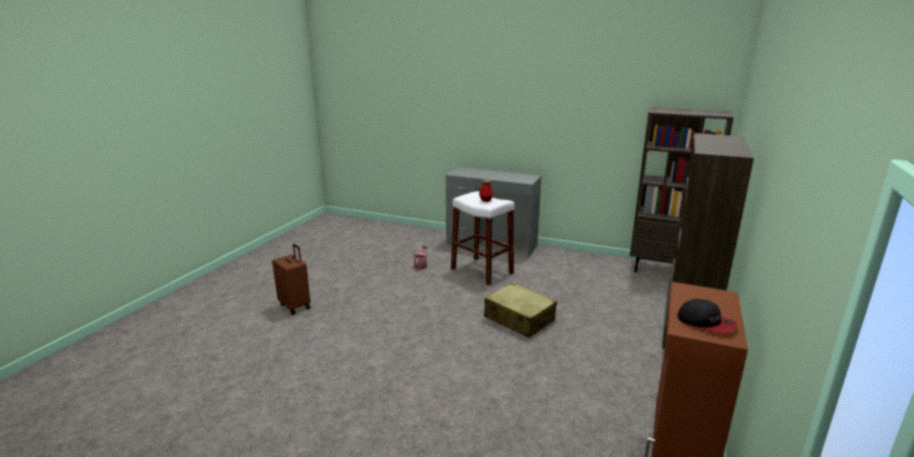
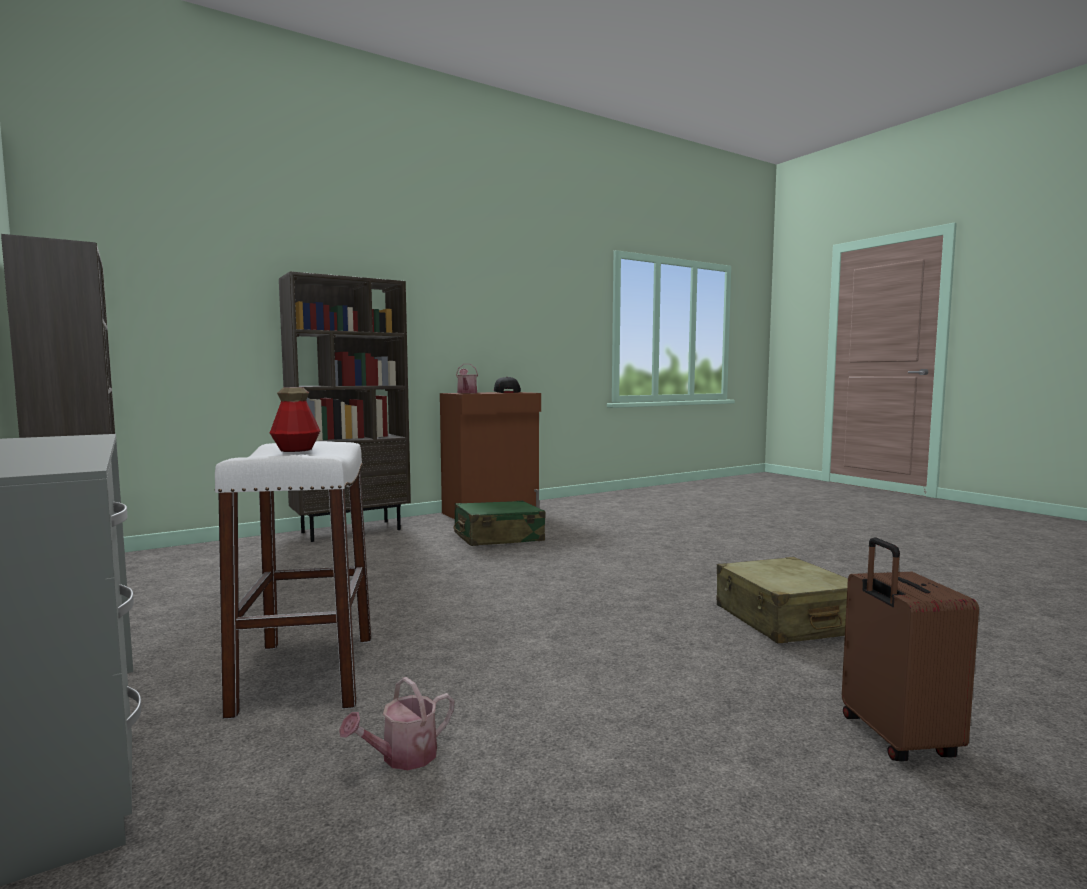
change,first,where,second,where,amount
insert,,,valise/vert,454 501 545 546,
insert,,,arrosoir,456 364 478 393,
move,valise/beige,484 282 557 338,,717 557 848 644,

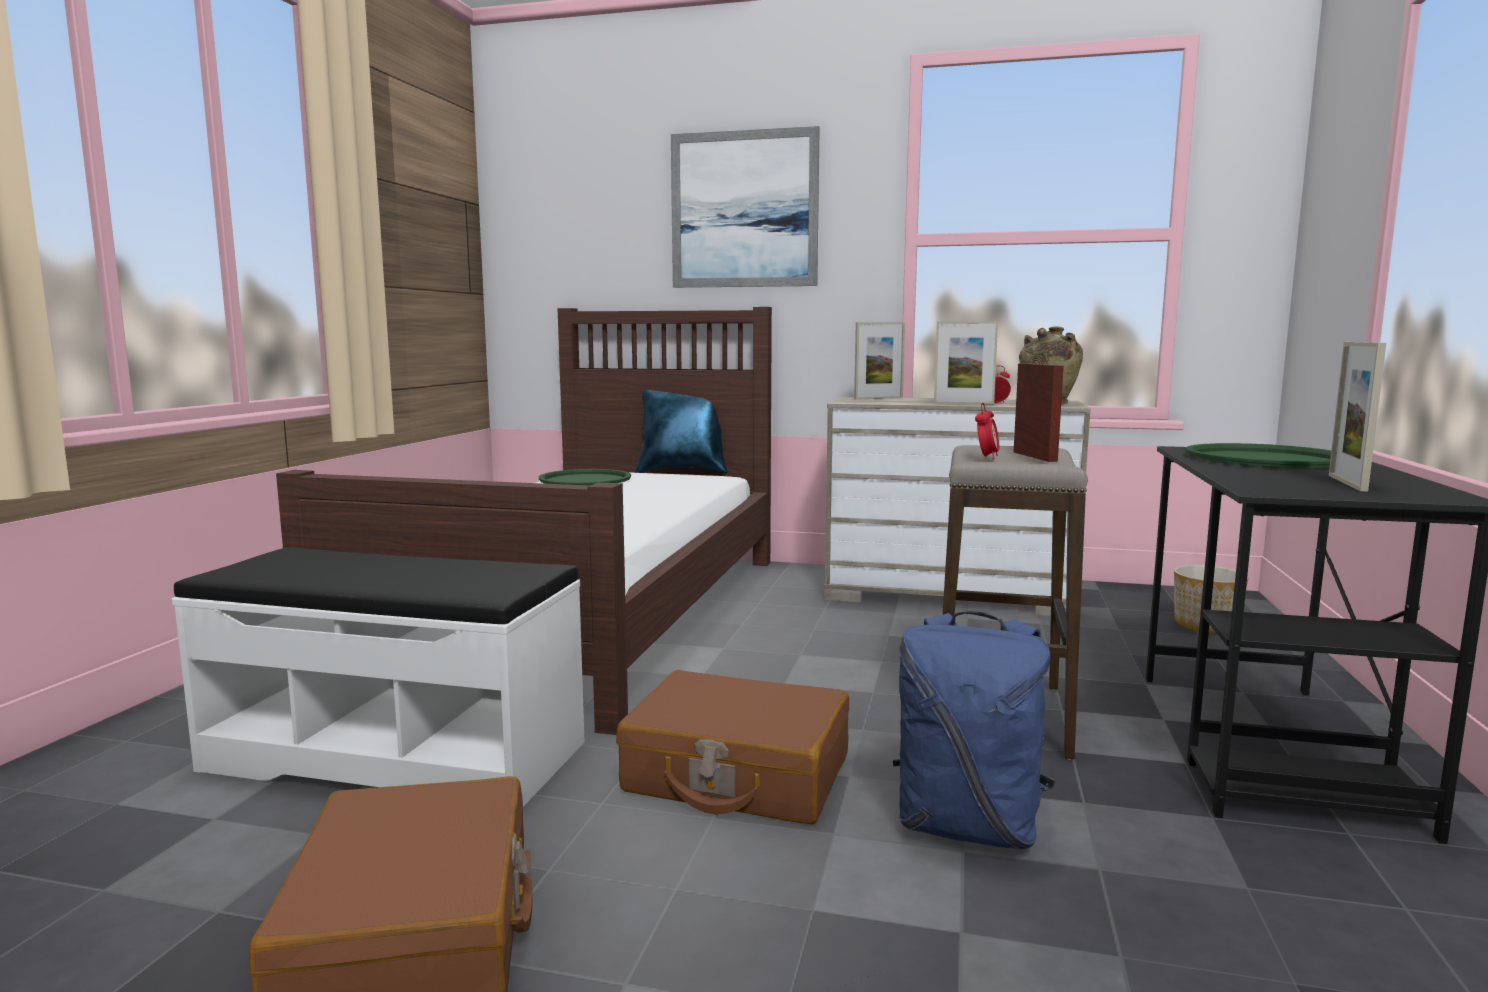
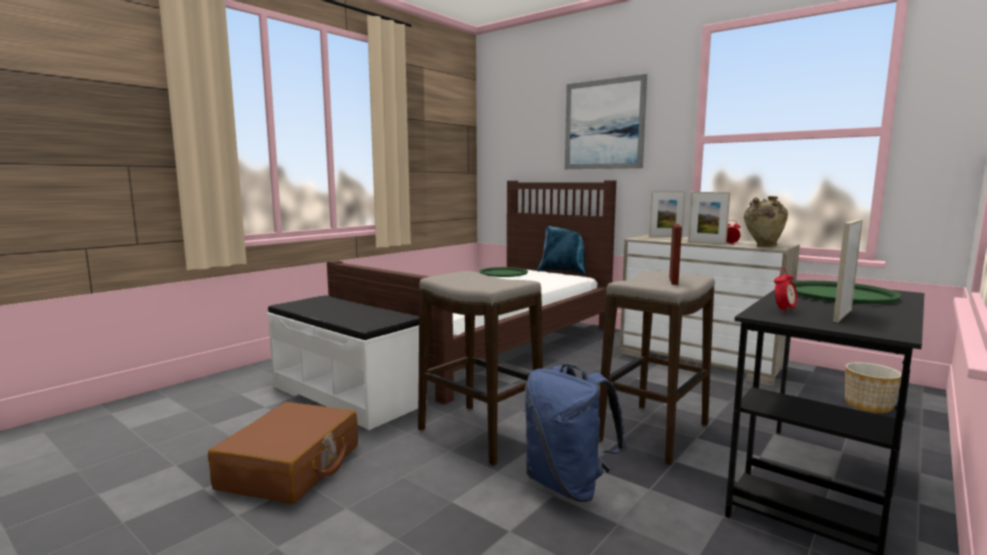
change,first,where,second,where,amount
replace,valise/marron,616 670 849 824,tabouret,418 271 543 466,
move,réveil,975 402 999 459,,774 268 797 313,

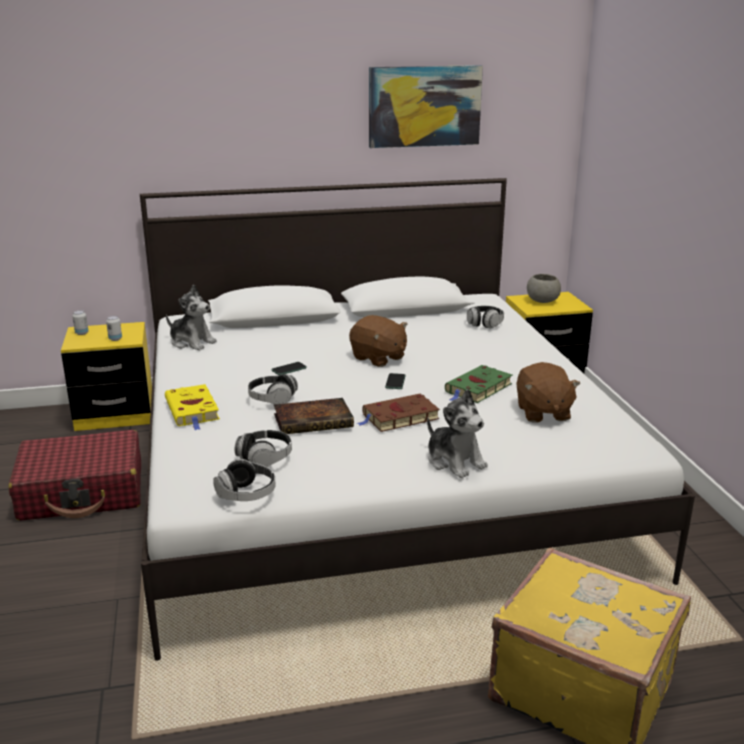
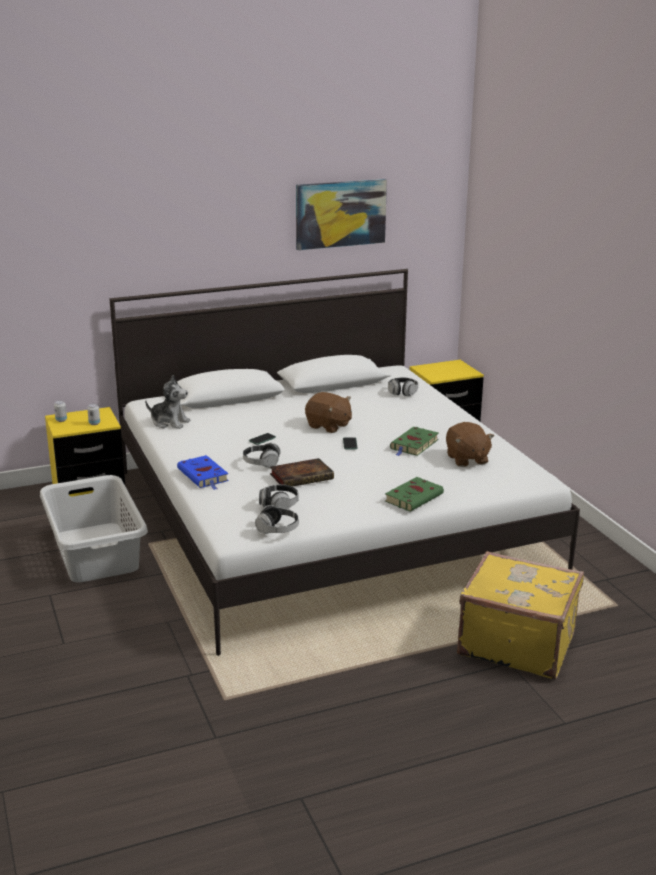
change,first,where,second,where,amount
replace,valise/rouge,8 430 141 521,panier à linge/gris,40 475 148 583,
recolor,livre/jaune,165 384 220 430,livre/bleu,177 455 229 490,
replace,peluche,427 389 488 478,livre/vert,385 477 444 512,
delete,livre/marron,357 393 440 432,,,
delete,bol/gris,527 274 561 303,,,

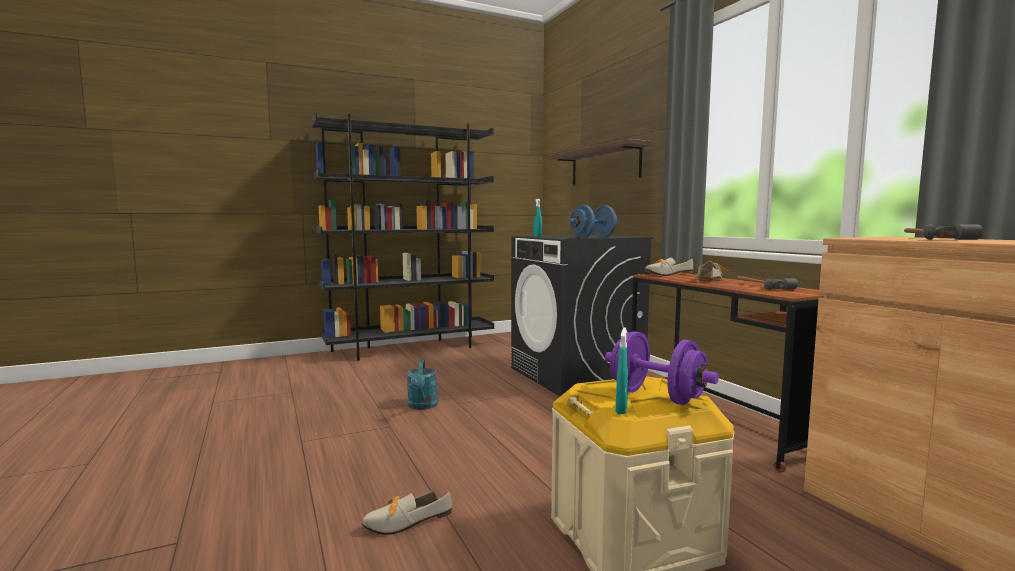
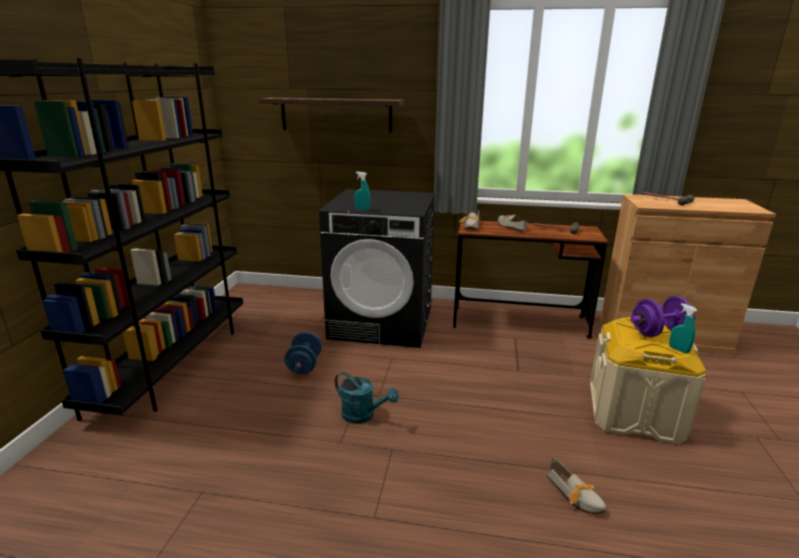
change,first,where,second,where,amount
move,haltère/bleu,568 205 617 238,,285 332 322 374,
rotate,chaussure,362 491 453 535,,547 457 607 514,45 degrees counterclockwise

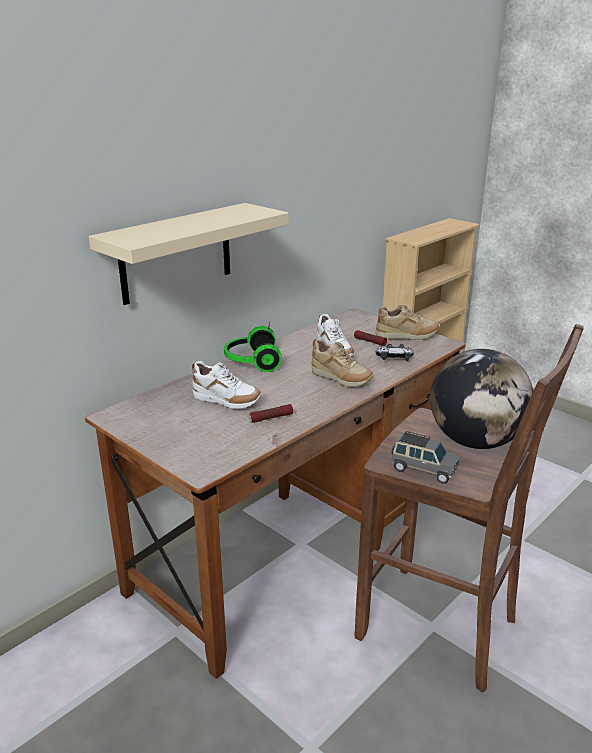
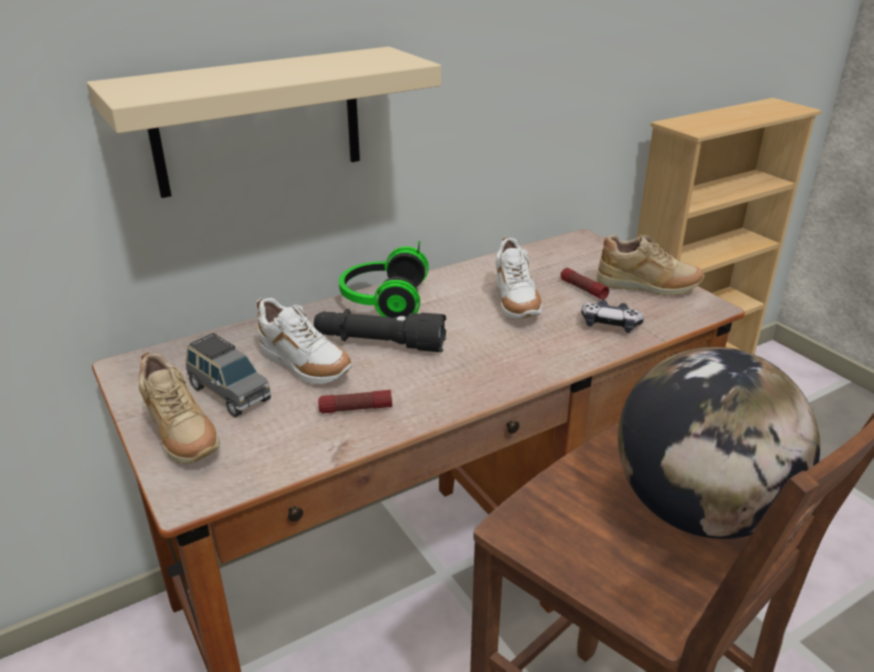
change,first,where,second,where,amount
move,chaussure/beige,311 339 373 387,,139 352 220 464,
move,petite voiture/gris,391 431 459 484,,186 333 271 417,
insert,,,lampe de poche/noir,314 309 446 352,

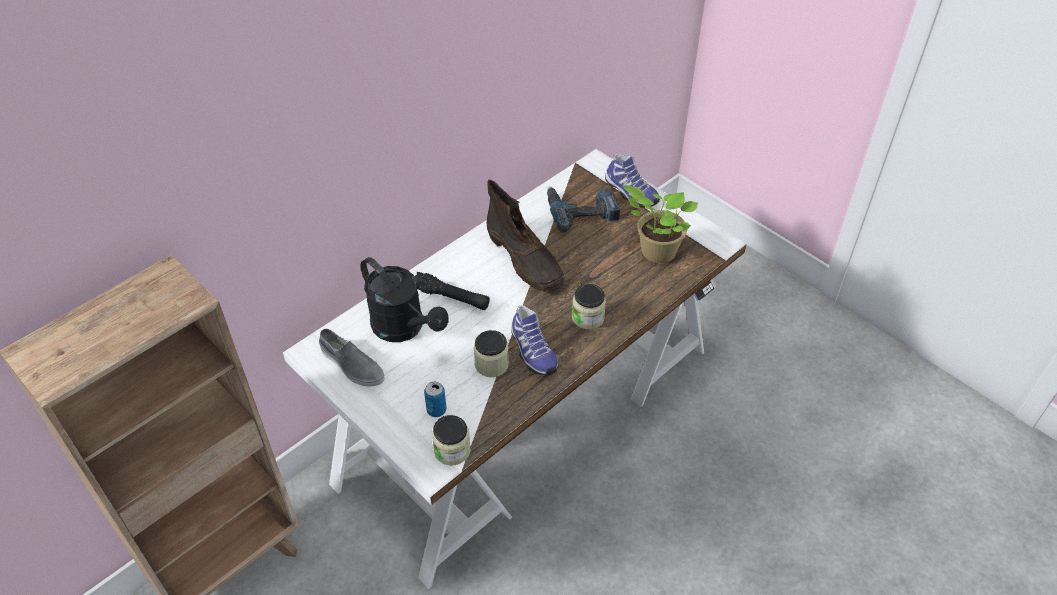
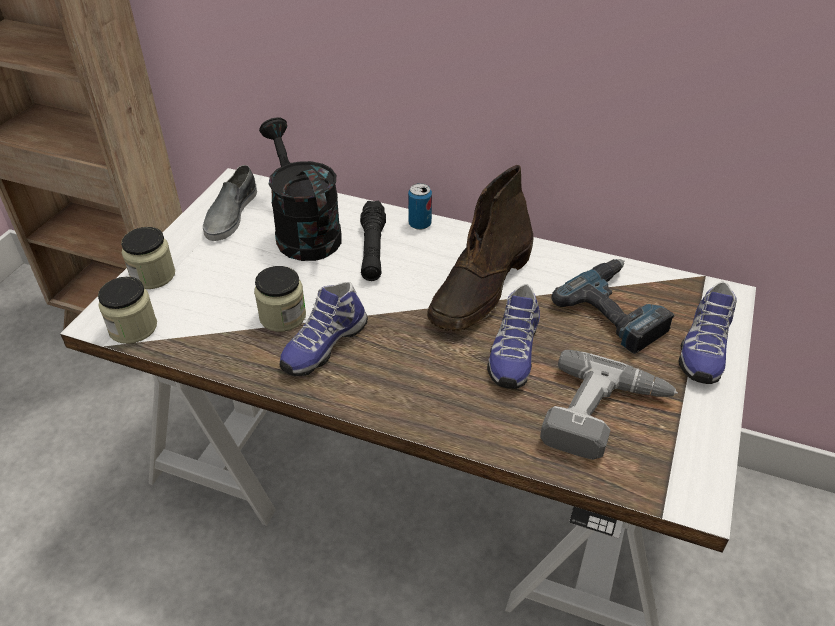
change,first,where,second,where,amount
move,bocal,572 284 606 329,,121 227 175 289,
rotate,arrosoir/noir,361 257 449 342,,259 118 342 261,135 degrees clockwise
move,boîte métallique,424 382 446 417,,408 183 432 230,
insert,,,chaussure,487 284 540 389,
replace,plante en pot,623 185 698 263,perceuse,540 350 678 460,

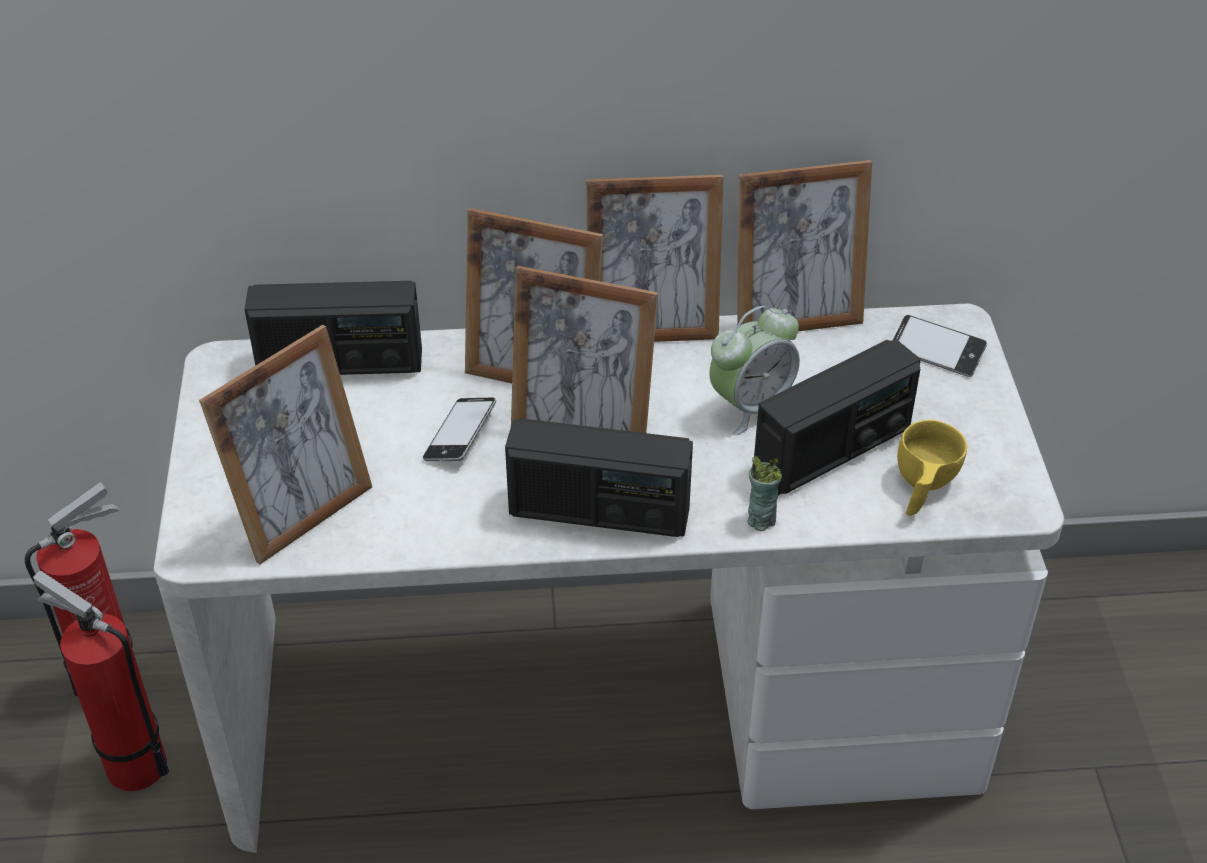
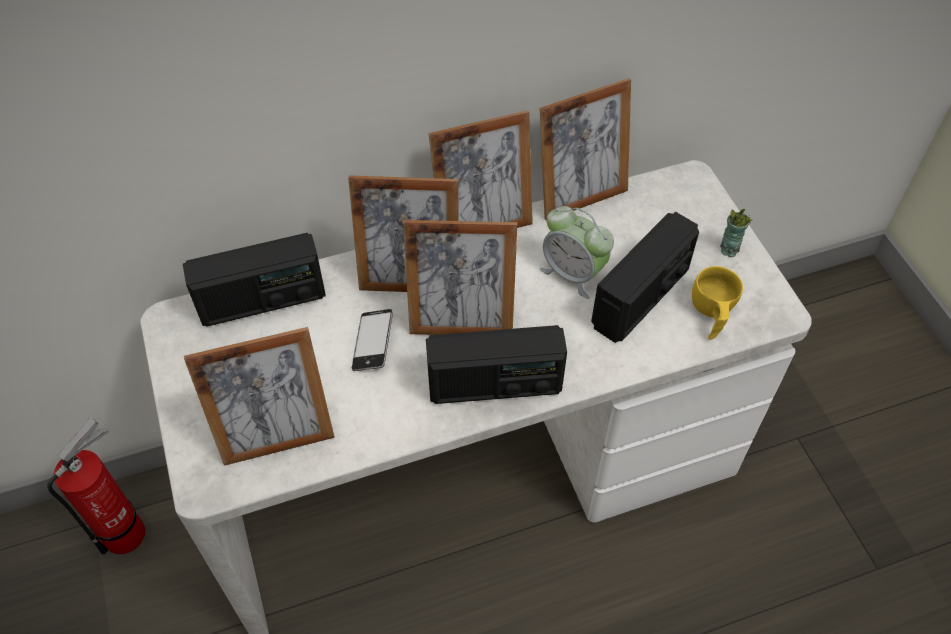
change,first,where,second,where,amount
rotate,cadre photo,199 325 372 564,,184 327 335 466,45 degrees clockwise
rotate,réveil,709 306 800 435,,540 206 614 299,90 degrees clockwise
move,tasse,747 456 782 531,,720 209 753 257,
delete,extincteur,33 571 169 791,,,
delete,téléphone,893 315 987 377,,,

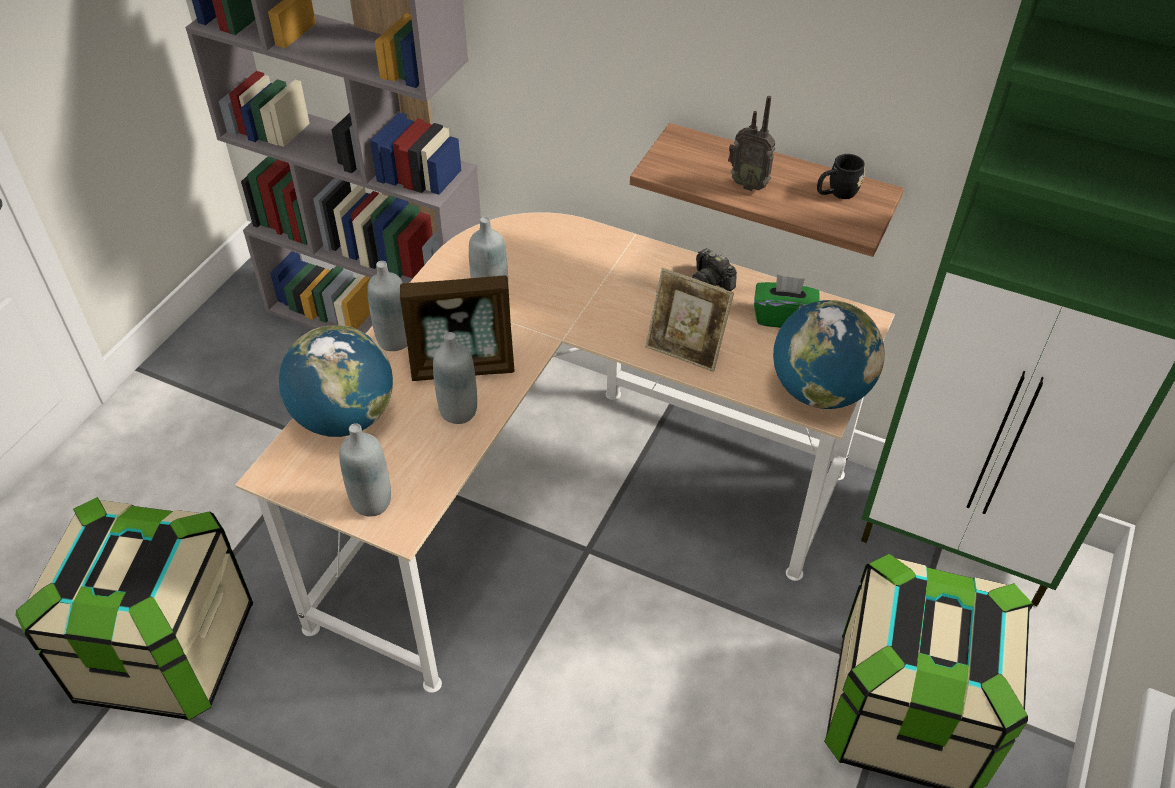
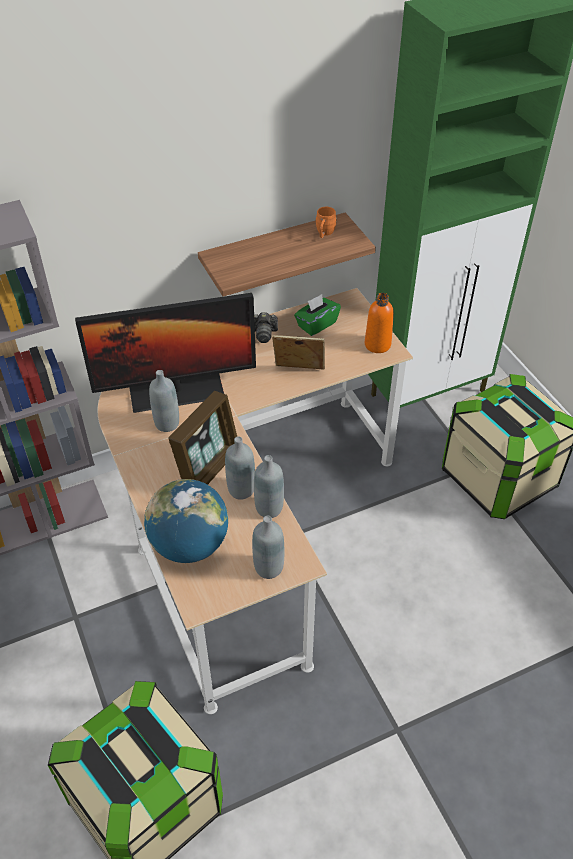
change,first,where,second,where,amount
insert,,,écran d'ordinateur,75 293 256 413,
move,bouteille/gris,367 261 407 351,,254 455 284 518,
rotate,cadre photo,645 268 734 372,,272 335 325 370,150 degrees counterclockwise
recolor,mug/noir,817 154 865 199,mug/orange,316 207 337 238,
replace,globe,773 300 885 409,bouteille/orange,365 293 394 353,
delete,radio,728 96 776 191,,,

